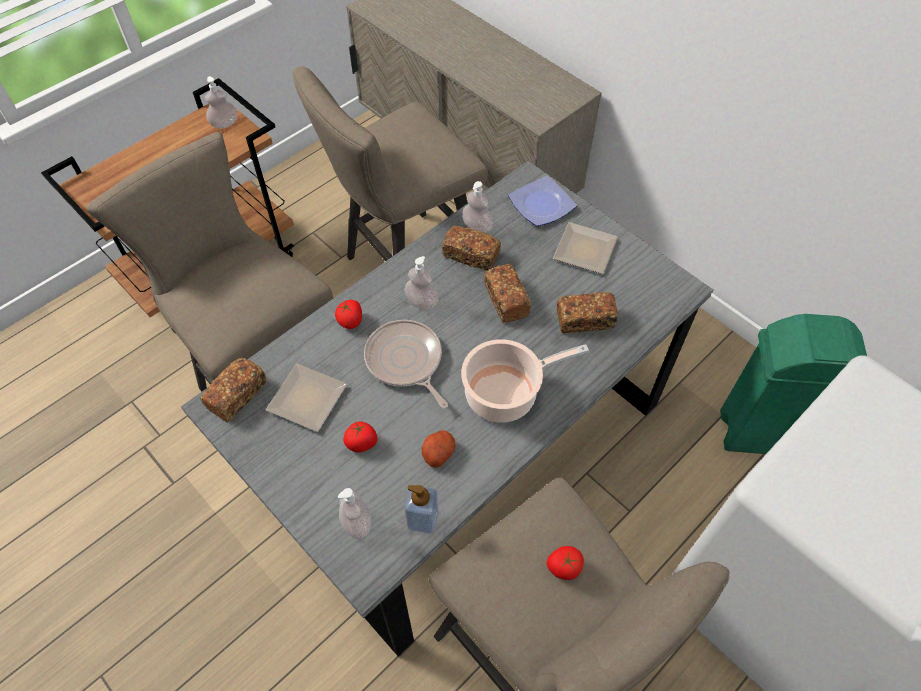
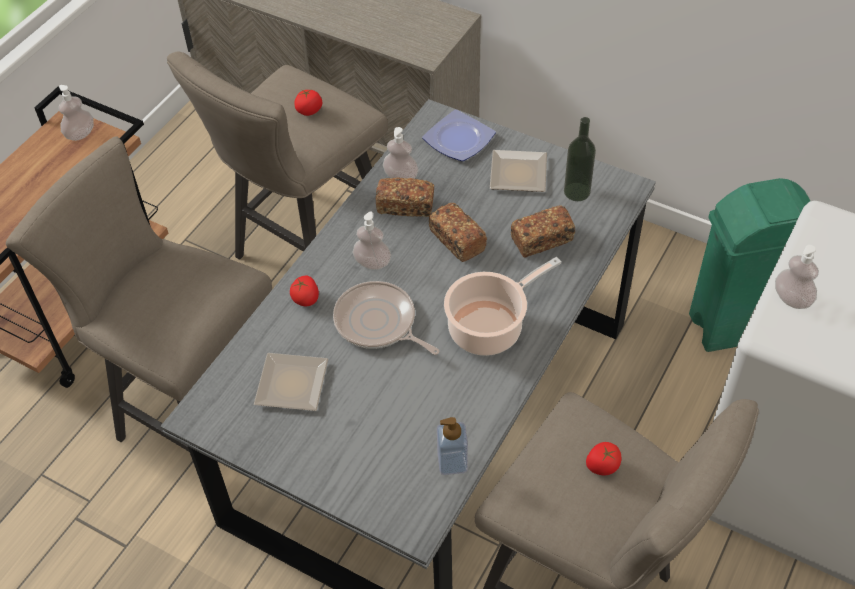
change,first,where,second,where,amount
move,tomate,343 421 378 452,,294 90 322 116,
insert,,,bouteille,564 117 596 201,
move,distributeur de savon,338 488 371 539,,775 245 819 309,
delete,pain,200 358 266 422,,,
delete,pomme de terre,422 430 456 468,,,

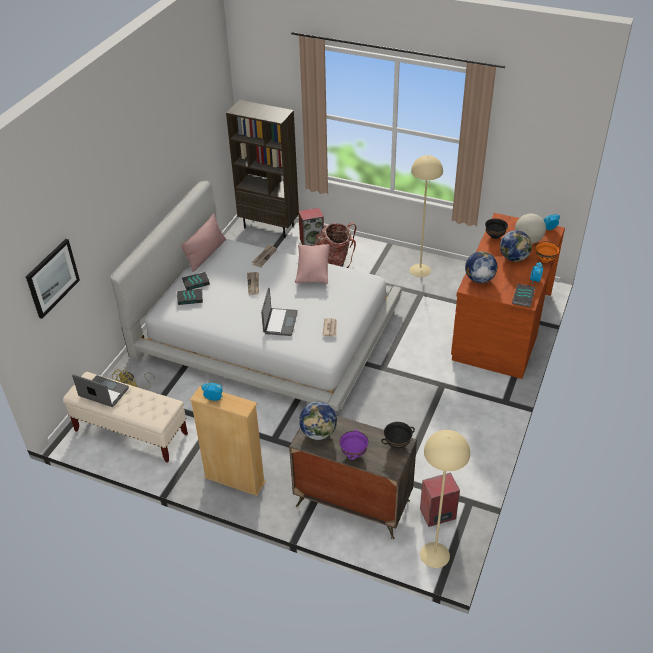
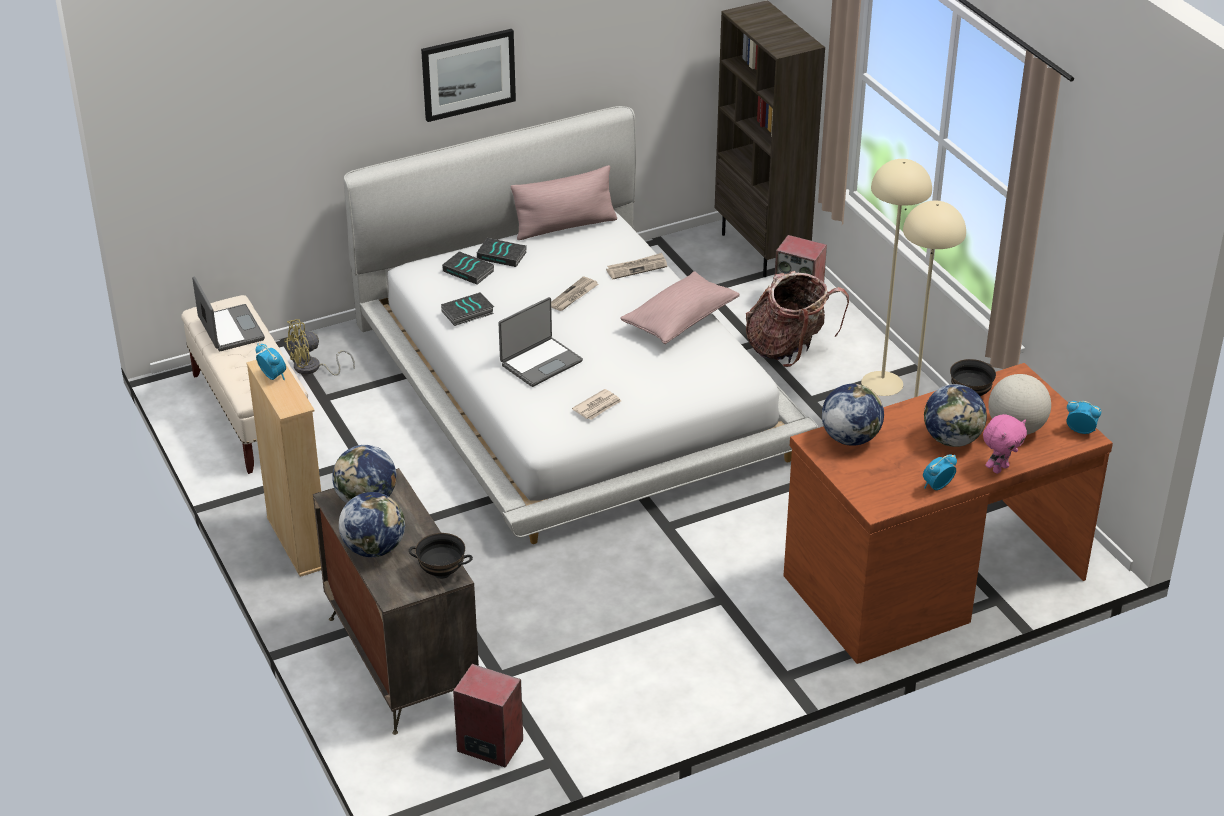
change,first,where,second,where,amount
replace,bol/violet,339 430 369 460,globe,339 492 405 557,
move,tableau,26 239 80 319,,421 29 516 122,
move,livre,512 284 535 307,,441 292 494 326,
move,lampadaire/beige,420 430 470 568,,861 159 932 396,
replace,bol/orange,536 241 560 263,peluche/rose,983 414 1027 474,

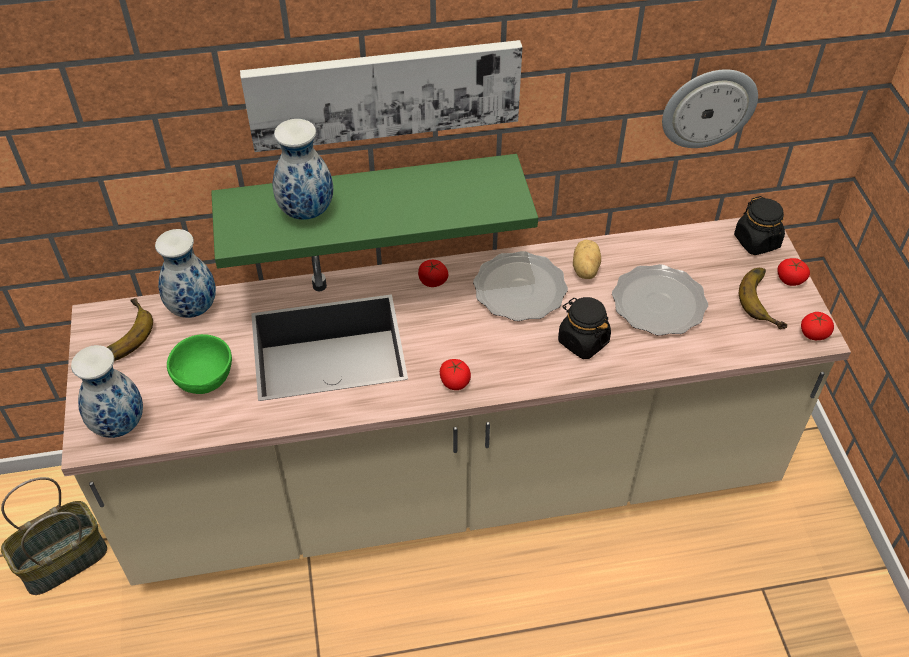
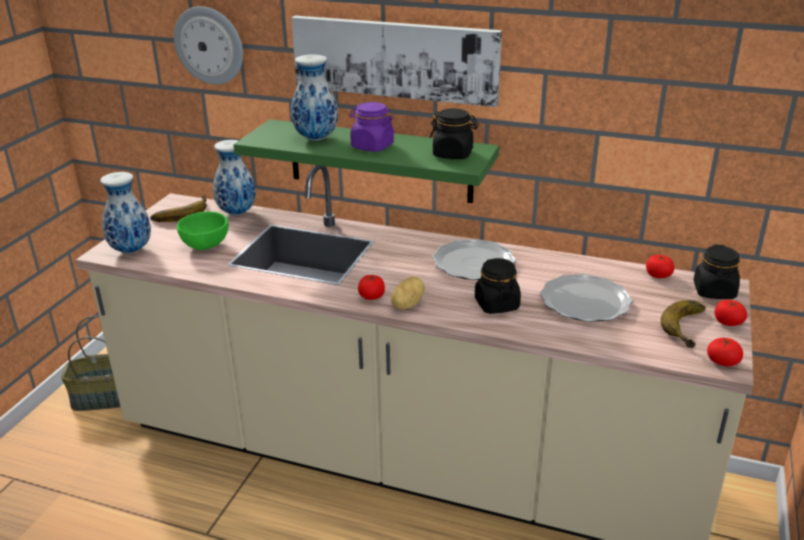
change,first,where,second,where,amount
move,horloge murale,662 69 758 148,,174 6 243 85,
insert,,,bocal/violet,349 102 394 152,
move,pomme de terre,573 240 601 279,,391 276 425 310,
insert,,,bocal/noir,429 109 478 159,
move,tomate,418 260 449 287,,646 255 674 278,

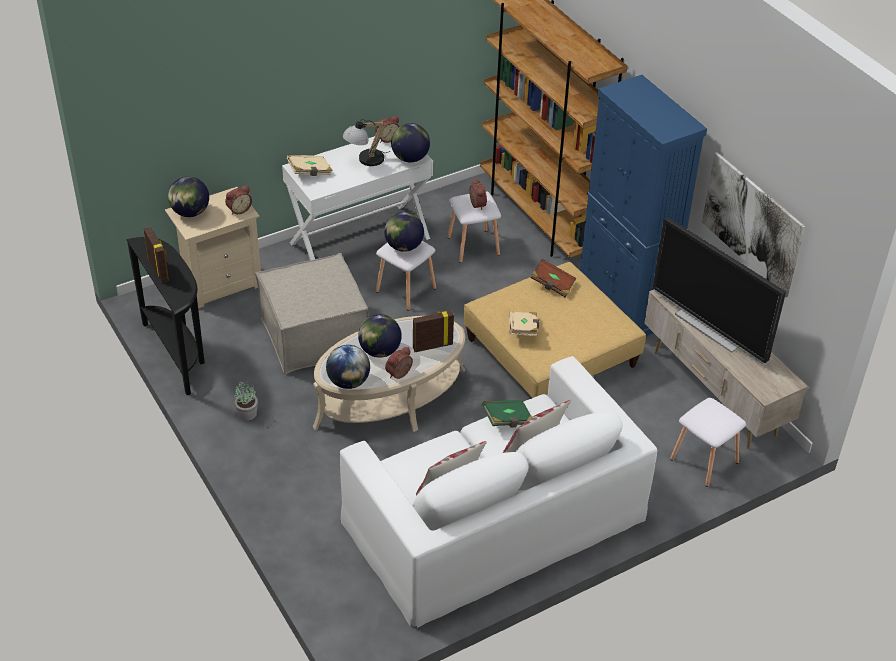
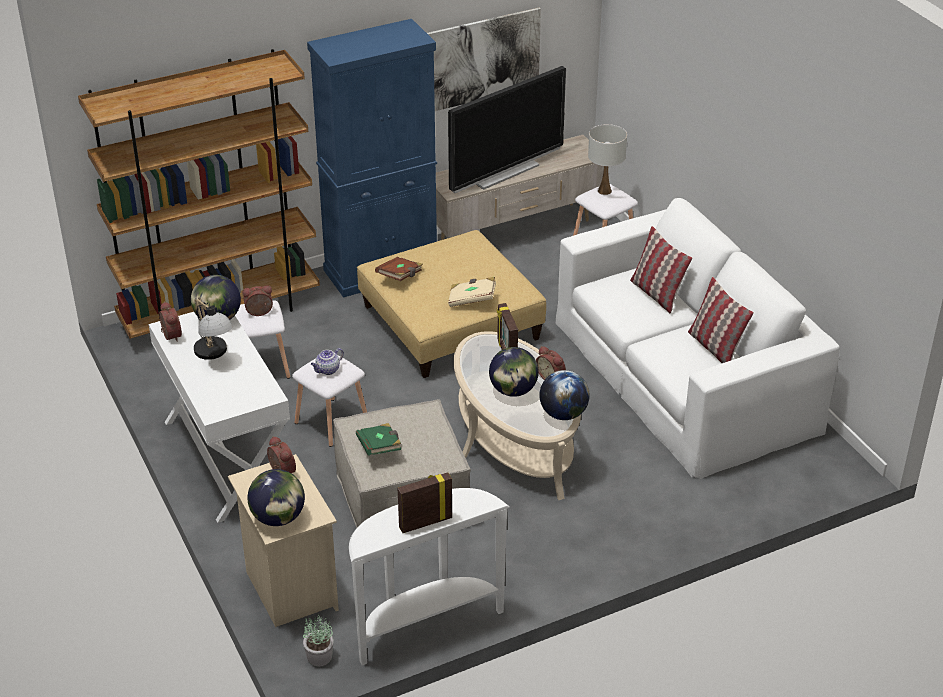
change,first,where,second,where,amount
move,plante en pot,234 380 258 421,,303 615 334 667,
replace,globe,384 212 424 252,théière,311 348 344 375,
recolor,table console/noir,127 237 205 395,table console/blanc,349 488 509 665,
move,livre/vert,482 400 532 427,,356 423 401 456,
insert,,,lampe de table/blanc,588 124 627 195,
delete,livre/beige,287 155 333 176,,,

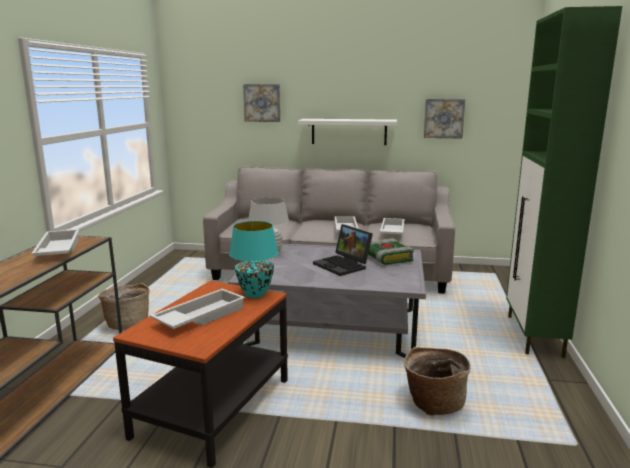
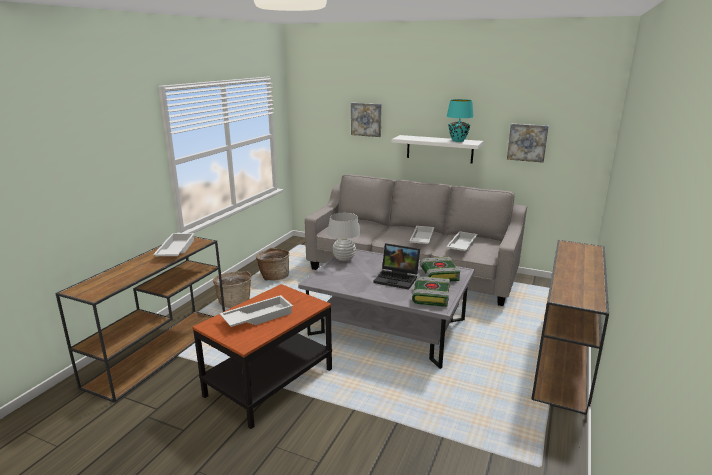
change,first,where,second,where,amount
move,panier,404 347 471 416,,256 248 289 281,
rotate,ordinateur portable,313 224 373 276,,373 243 420 290,45 degrees counterclockwise
insert,,,livre,412 276 450 307,
move,lampe de table/turquoise,229 221 278 298,,446 99 474 142,
replace,meuble de rangement/vert,506 6 622 358,table console/marron,531 240 609 415,

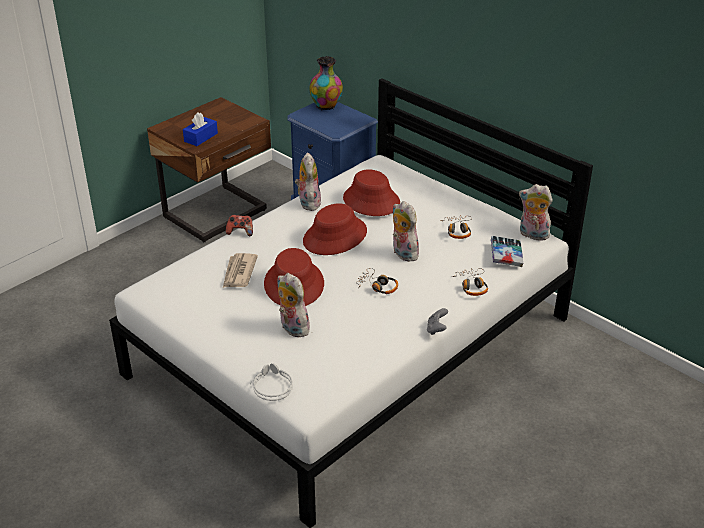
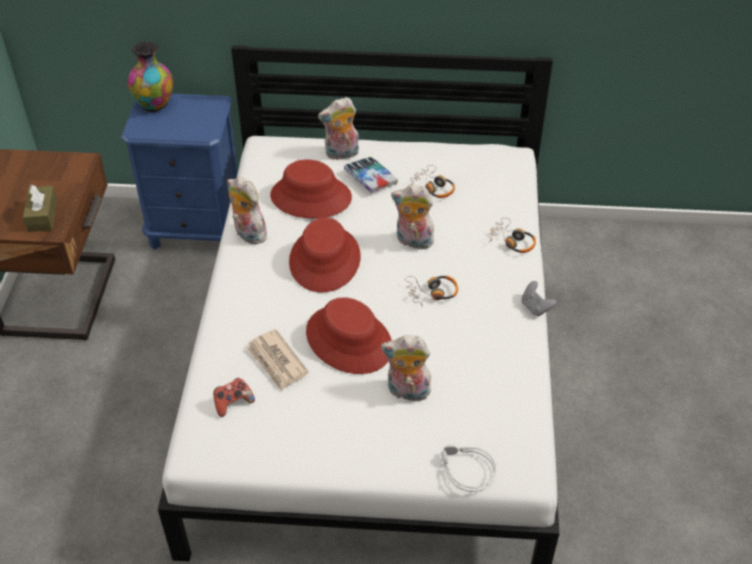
change,first,where,second,where,amount
recolor,boîte à mouchoirs/bleu,183 113 218 146,boîte à mouchoirs/marron,23 185 57 232,
move,manette,226 215 253 236,,213 378 255 417,
move,peluche,519 184 553 242,,318 97 359 160,
move,livre,491 236 523 267,,344 157 398 193,

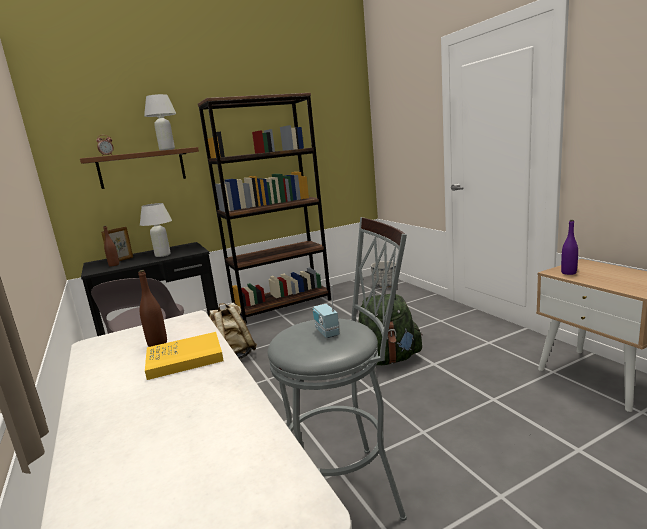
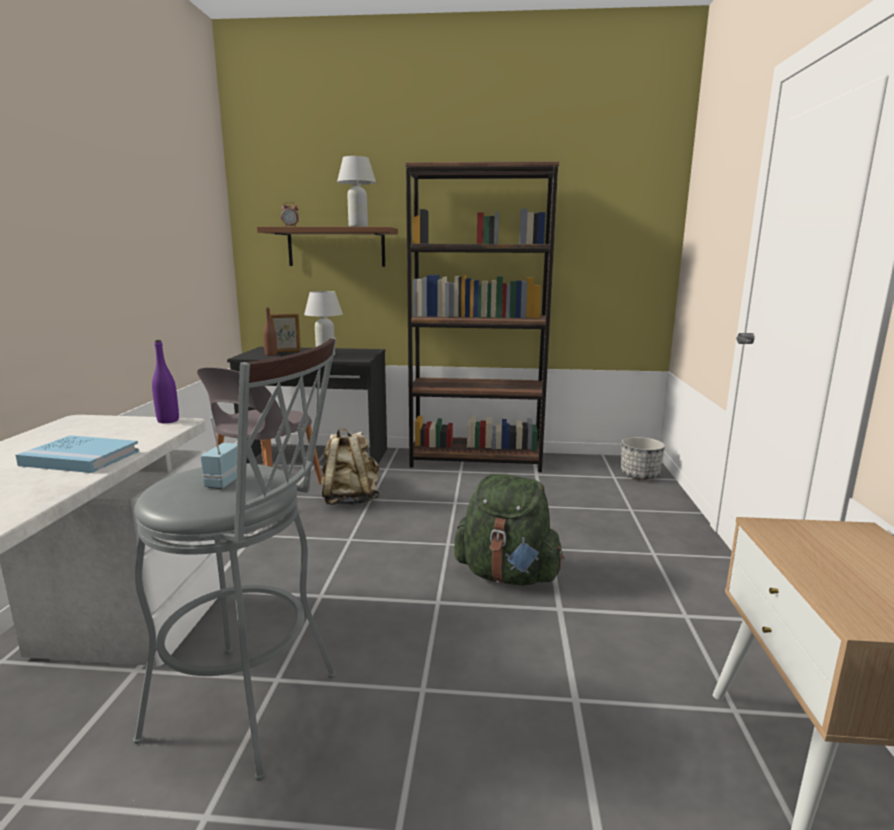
change,first,where,second,where,amount
recolor,livre/jaune,145 332 224 380,livre/bleu,16 435 139 473,
move,bouteille/violet,561 220 578 275,,152 340 179 423,
delete,bouteille/marron,138 270 167 347,,,

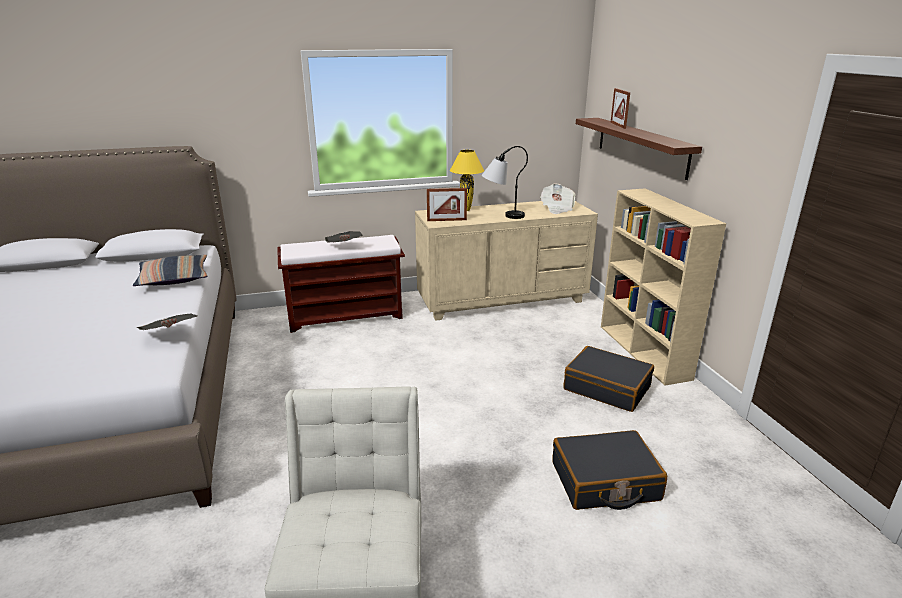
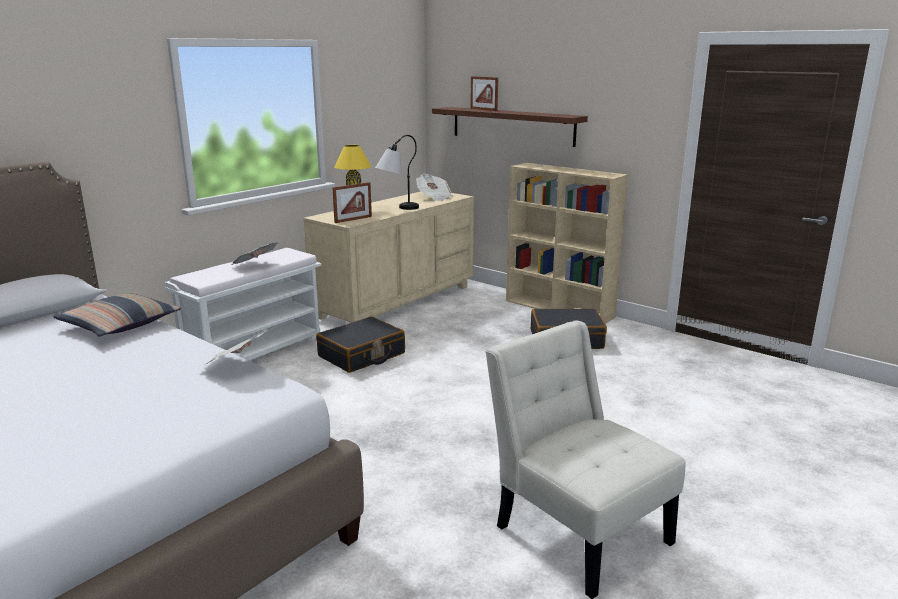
change,first,where,second,where,amount
recolor,banc/marron,277 235 405 333,banc/blanc,165 248 321 361,
move,valise/noir,552 430 667 510,,316 317 405 373,

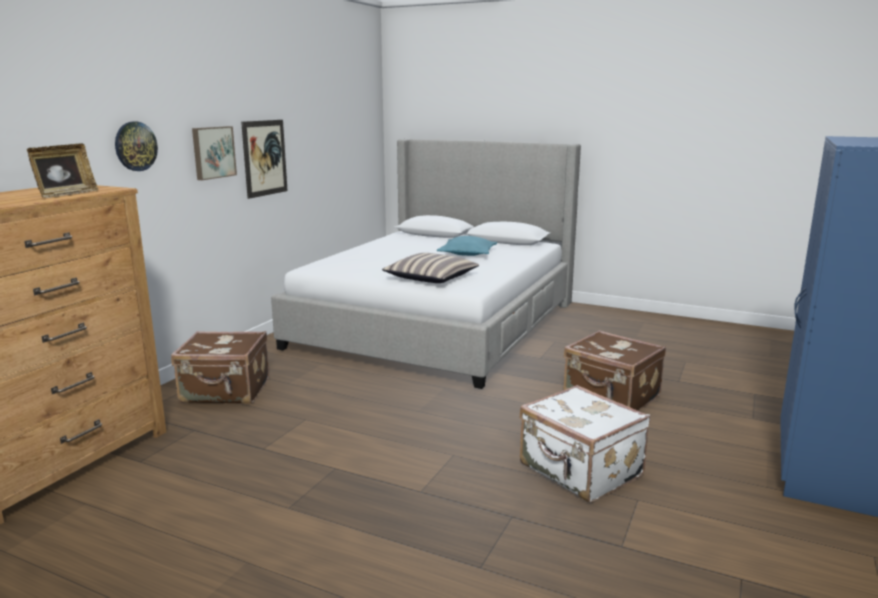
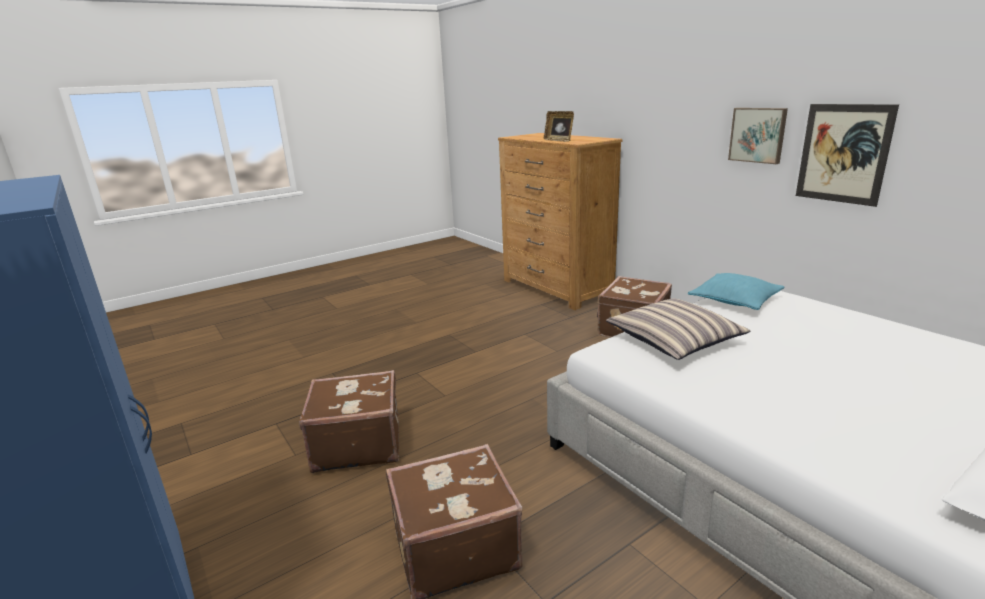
change,first,where,second,where,amount
recolor,valise/blanc,519 385 650 503,valise/marron,299 370 399 473,
move,coussin/turquoise,437 236 497 256,,688 273 784 310,
delete,horloge murale,115 122 158 171,,,

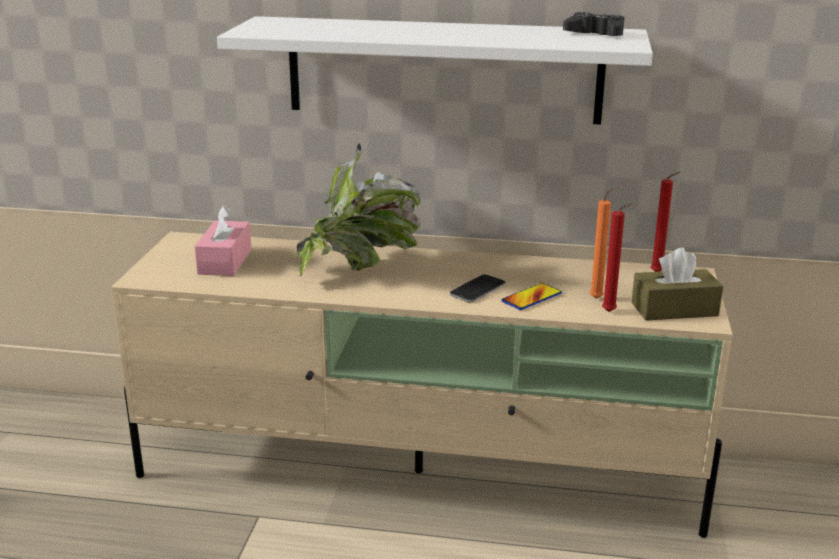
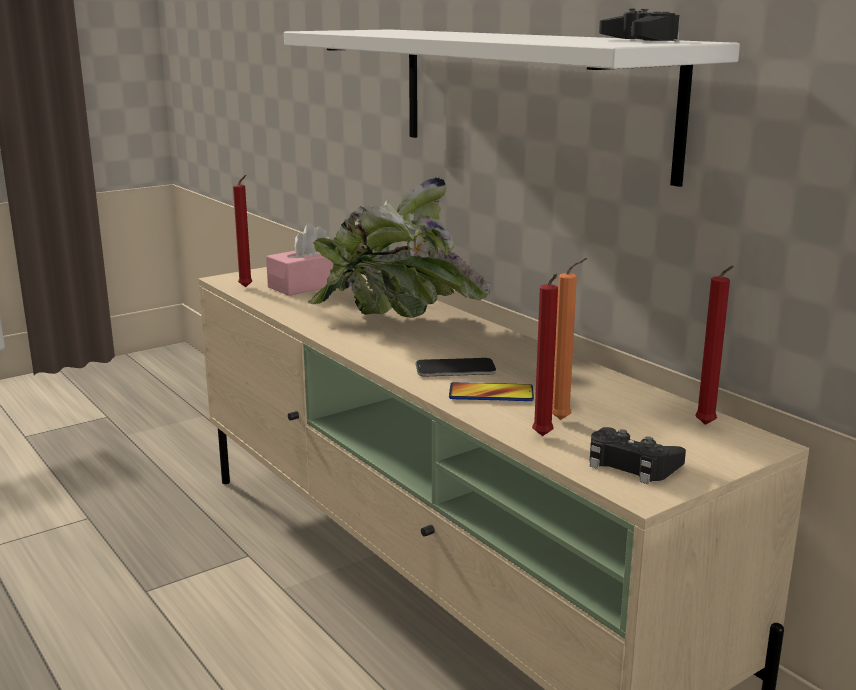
change,first,where,second,where,amount
insert,,,bougie/rouge,233 175 252 287,
replace,boîte à mouchoirs/marron,631 248 723 321,manette/noir,590 427 686 484,

